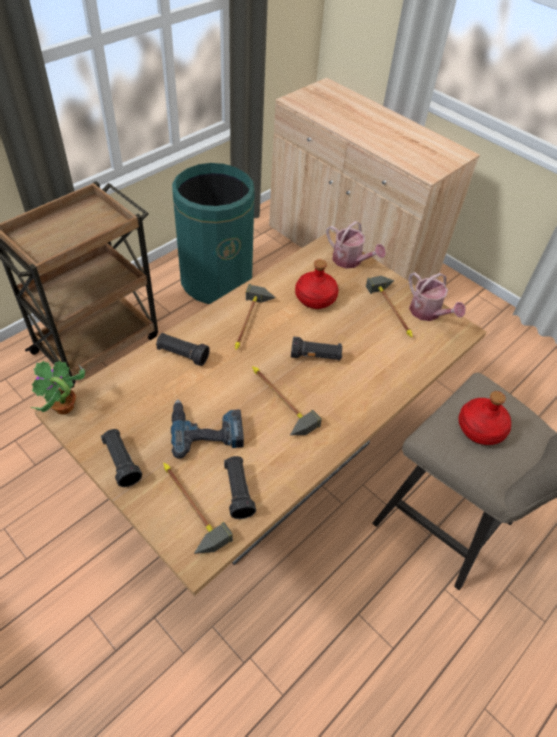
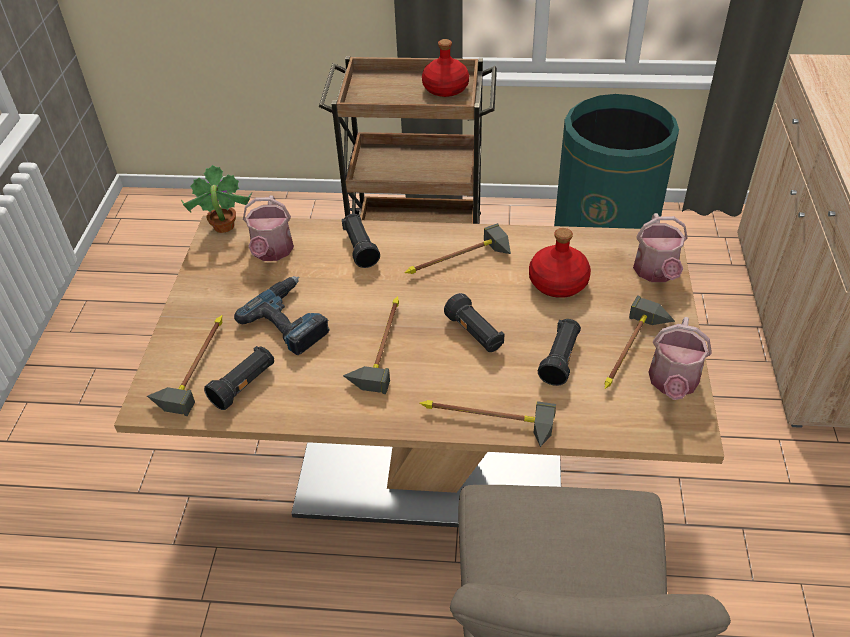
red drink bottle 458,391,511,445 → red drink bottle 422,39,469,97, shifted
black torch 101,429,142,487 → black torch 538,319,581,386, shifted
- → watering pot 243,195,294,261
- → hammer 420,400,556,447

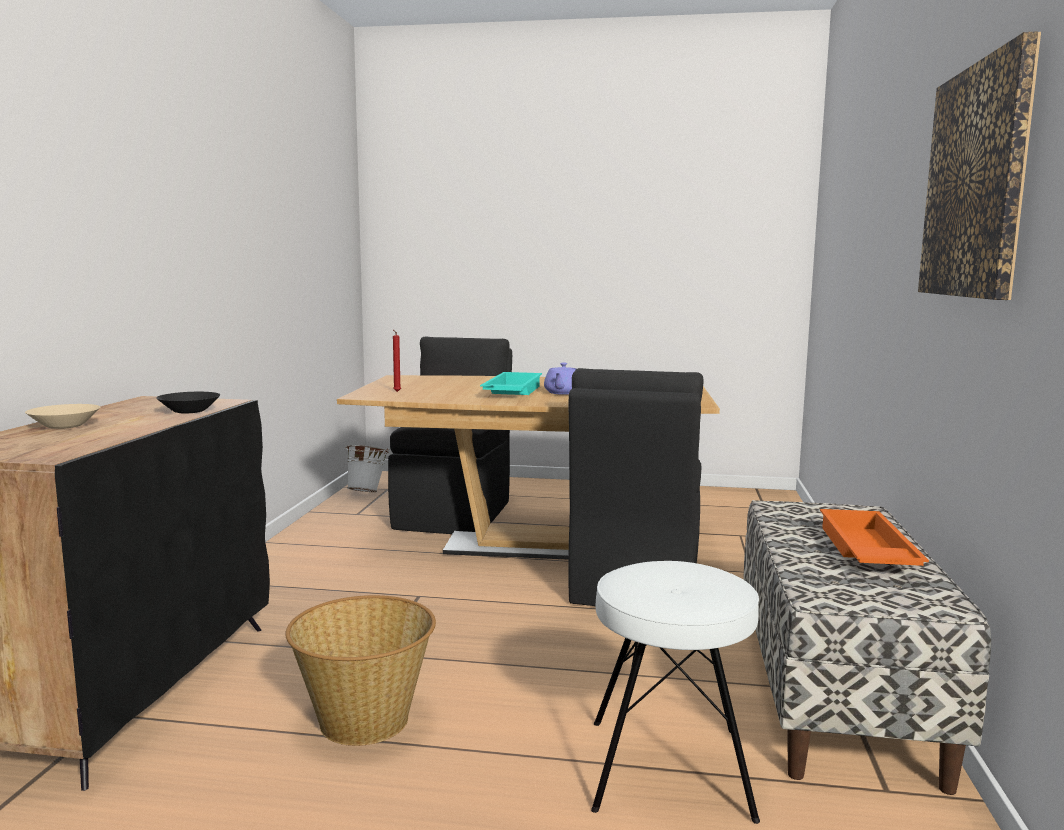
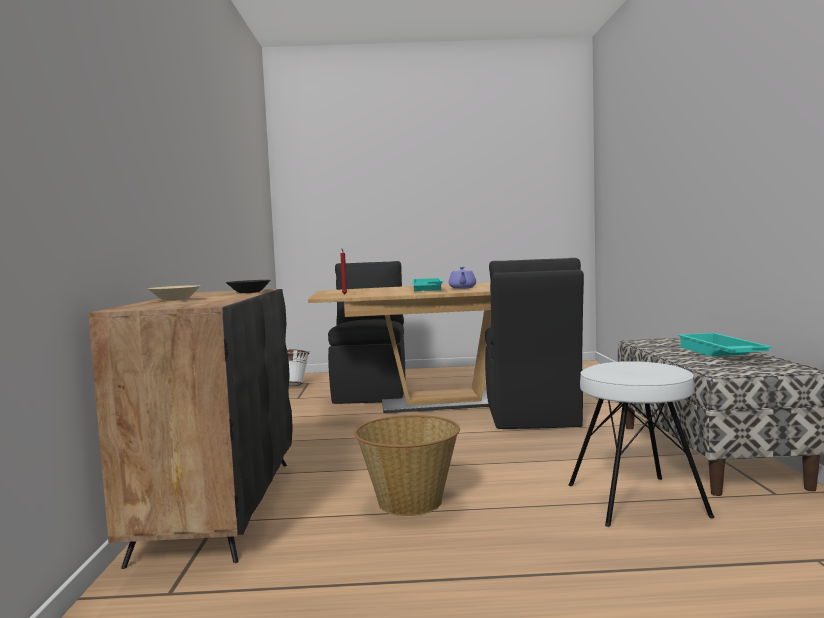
wall picture 918,31,1041,300 → -
orange carrying tray 820,509,929,566 → turquoise-coloured carrying tray 678,333,773,357

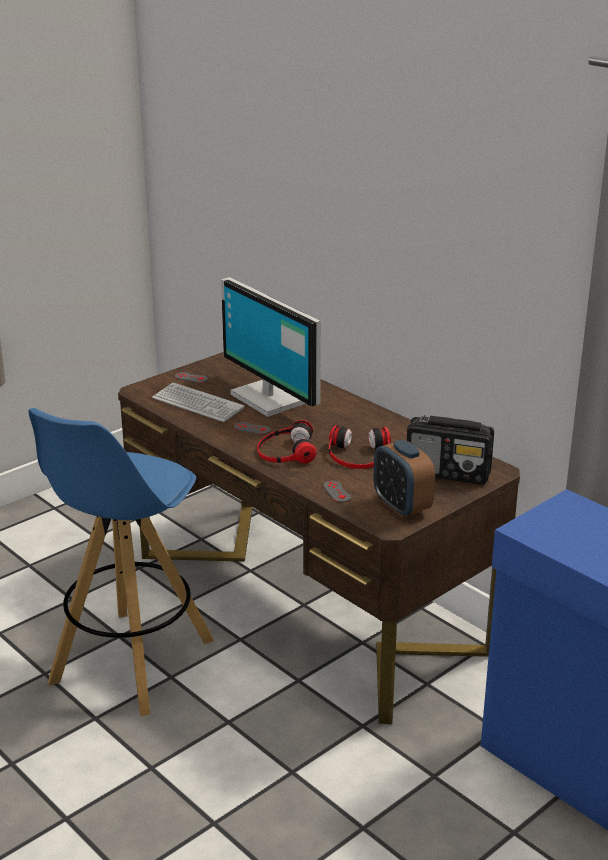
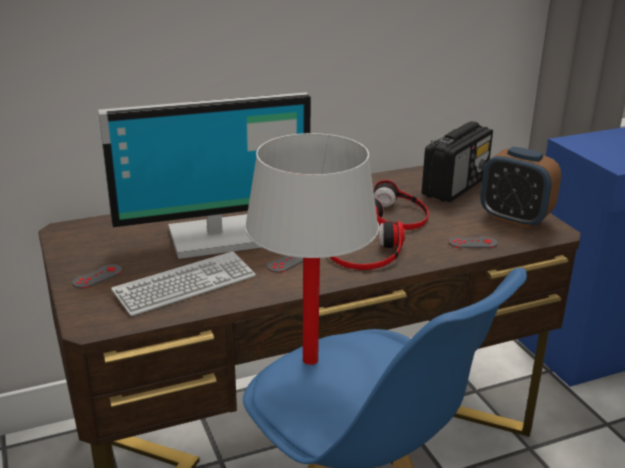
bedside clock 374,440,435,518 → bedside clock 480,147,561,228, 45 degrees clockwise
- → whitish tabletop lamp 245,133,379,365

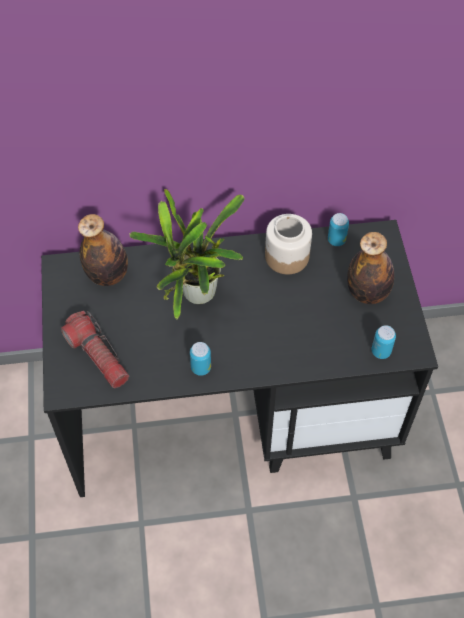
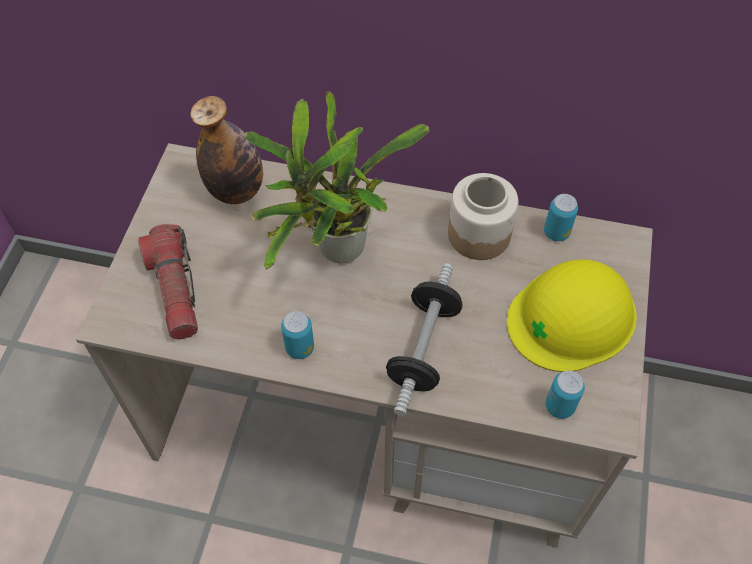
black desk 41,220,438,497 → beige desk 76,143,653,548
drink bottle 347,232,394,304 → yellow-coloured work helmet 507,259,637,372
- → free weight 386,263,463,416

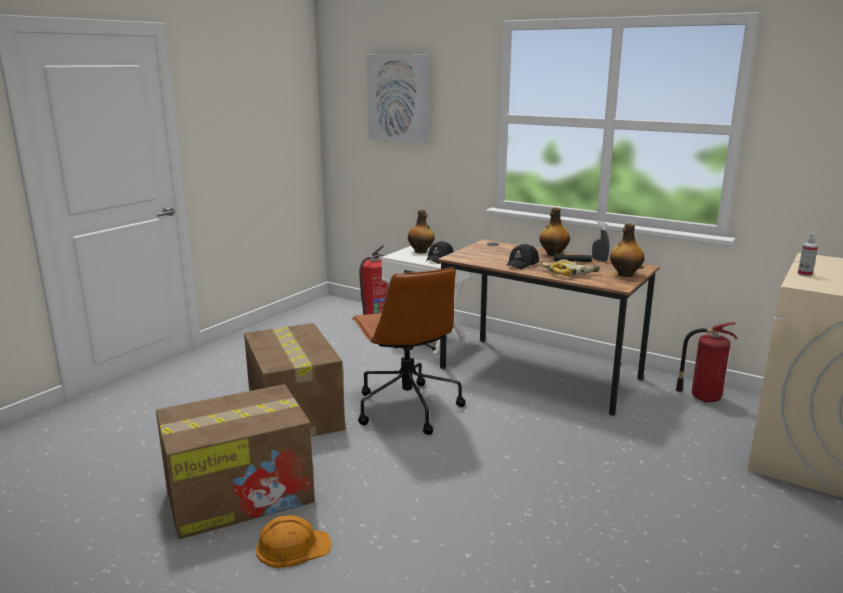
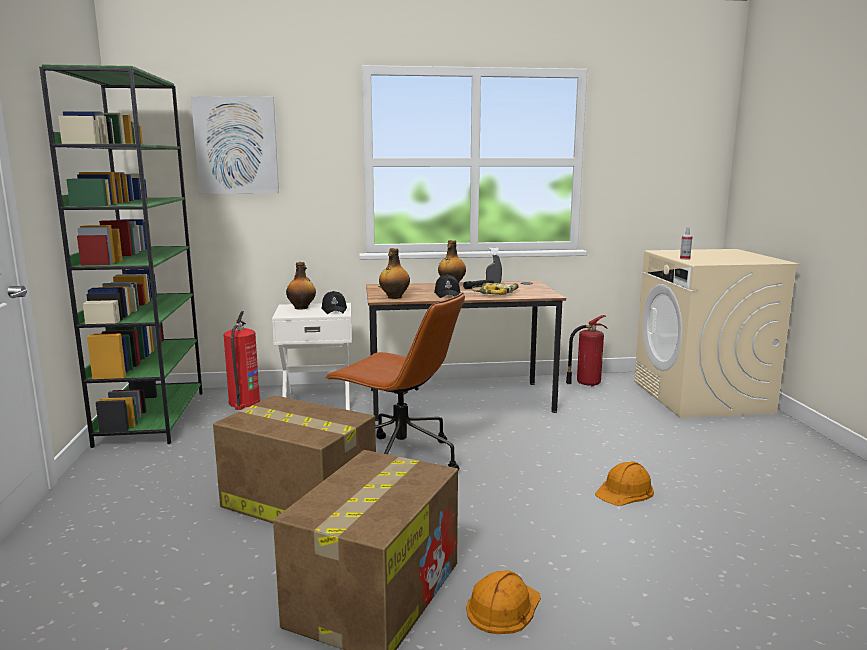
drink bottle 610,223,645,277 → drink bottle 379,248,410,299, shifted
- → greenish shelving unit 39,65,203,448
- → orange work helmet 595,461,654,506

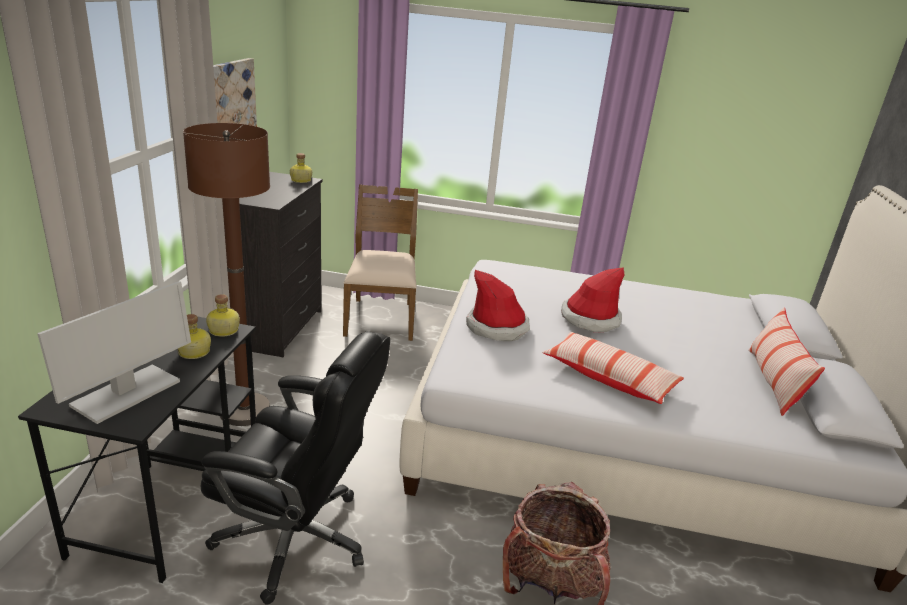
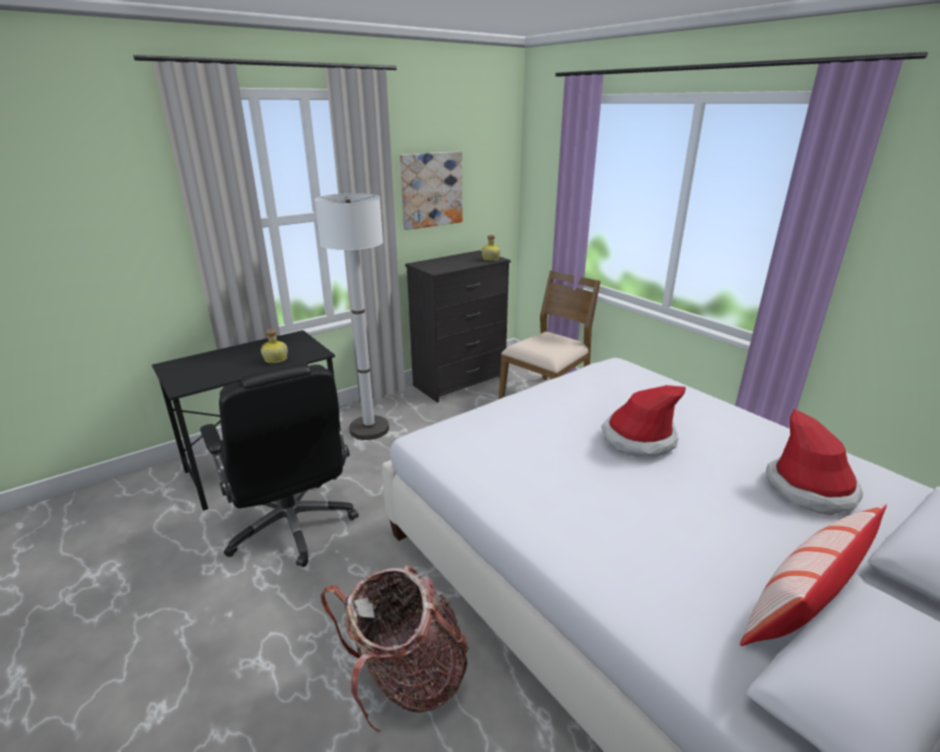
brownish standing lamp 183,123,270,426 → whitish standing lamp 315,193,389,440
hat 466,270,530,341 → hat 766,409,863,515, shifted
computer screen 37,281,191,424 → -
drink bottle 206,294,240,337 → -
pillow 542,332,684,404 → -

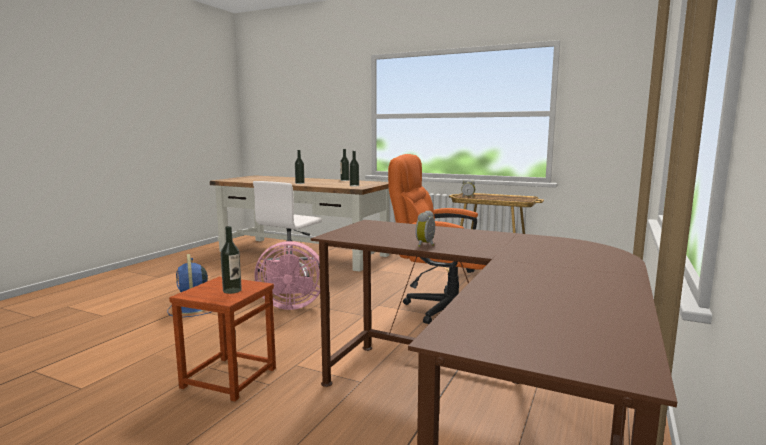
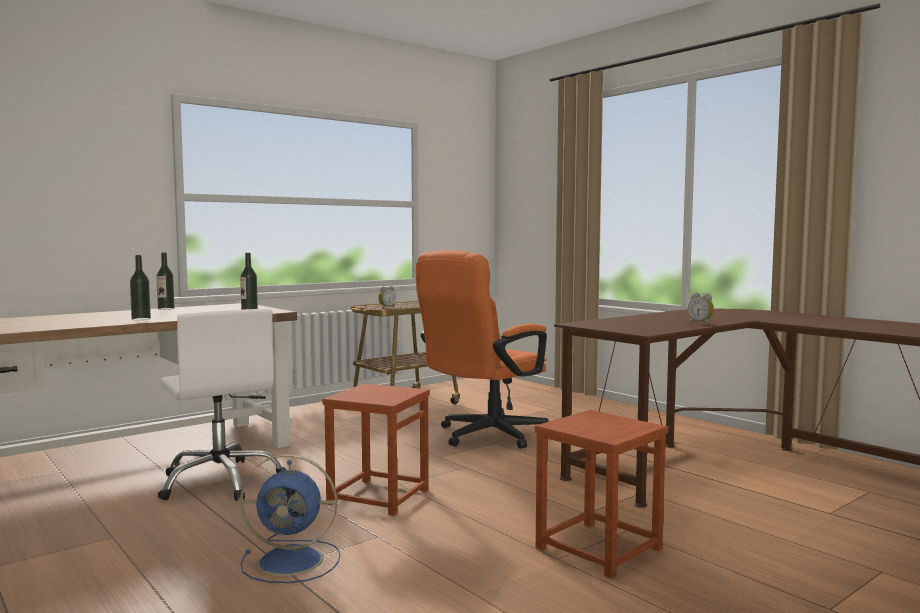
drink bottle 220,226,242,294 → -
pink electric fan 254,241,320,310 → brownish stool 323,383,430,516

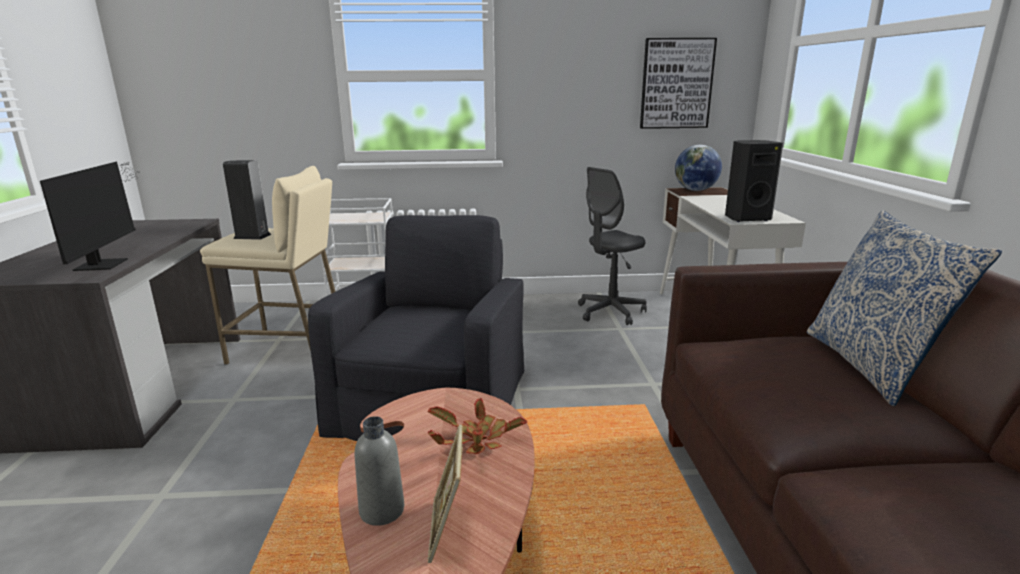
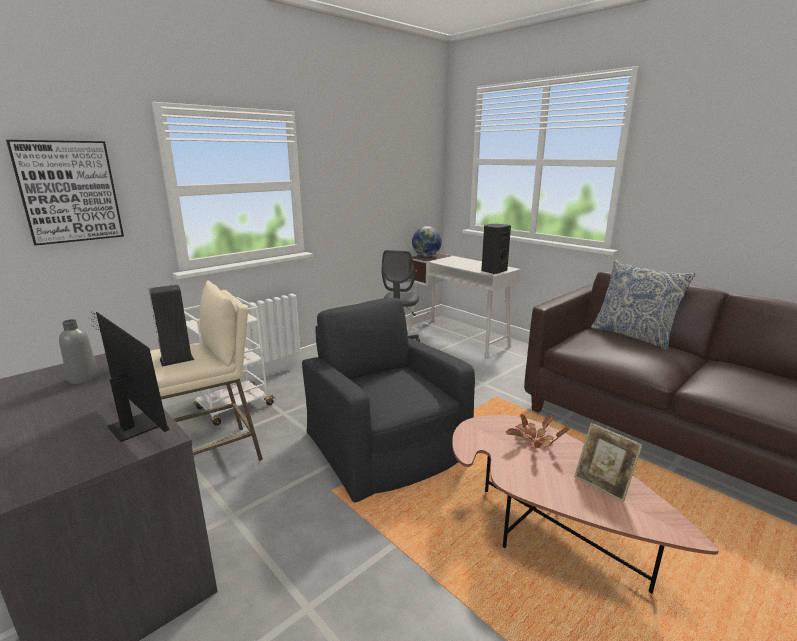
wall picture 640,38,717,129 → wall picture 6,140,124,246, shifted
grey drink bottle 355,416,404,526 → grey drink bottle 59,319,99,384, shifted

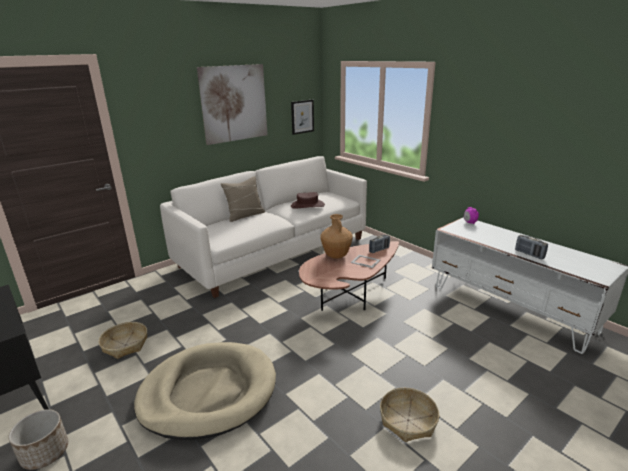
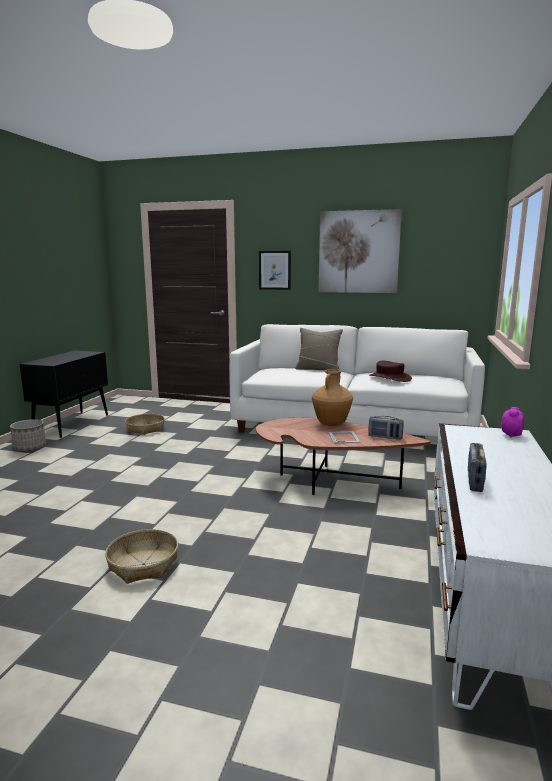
wall picture 291,100,314,135 → wall picture 259,251,291,290, shifted
beige dog cushion 134,342,276,440 → -

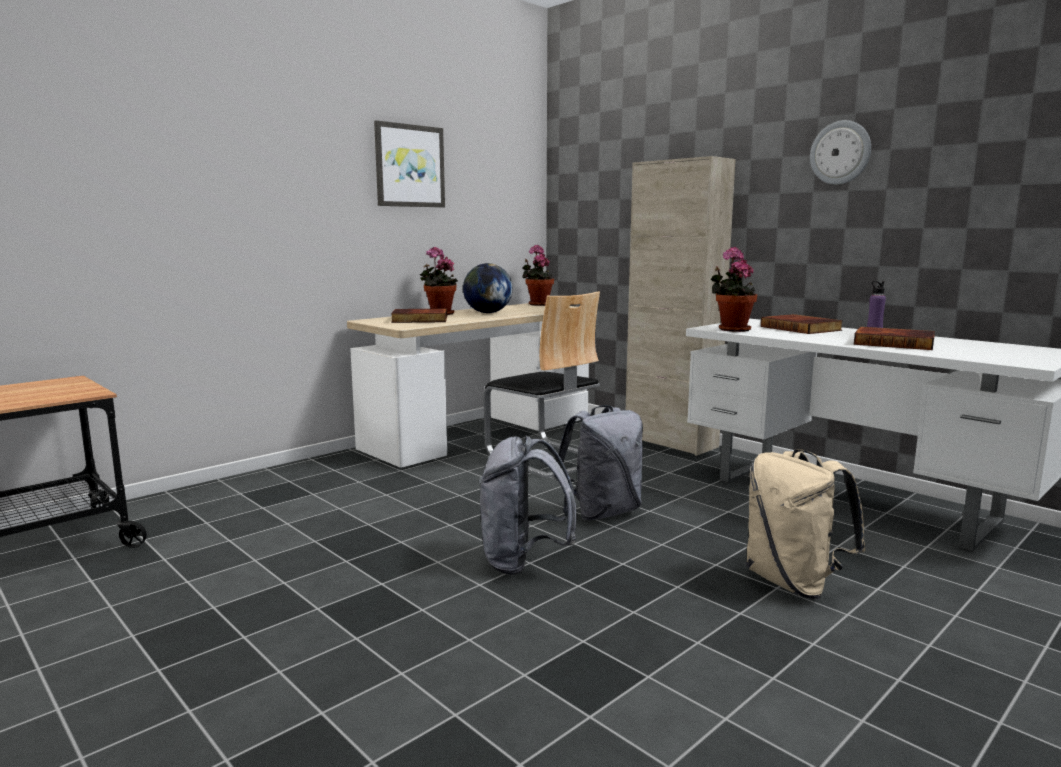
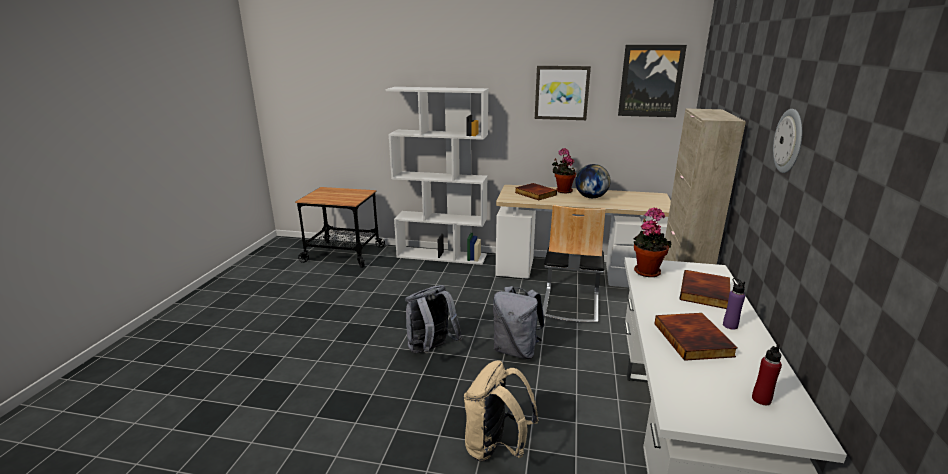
potted plant 523,245,554,306 → -
- → wall picture 618,45,687,117
- → whitish shelving unit 386,87,489,265
- → red drink bottle 752,344,782,405

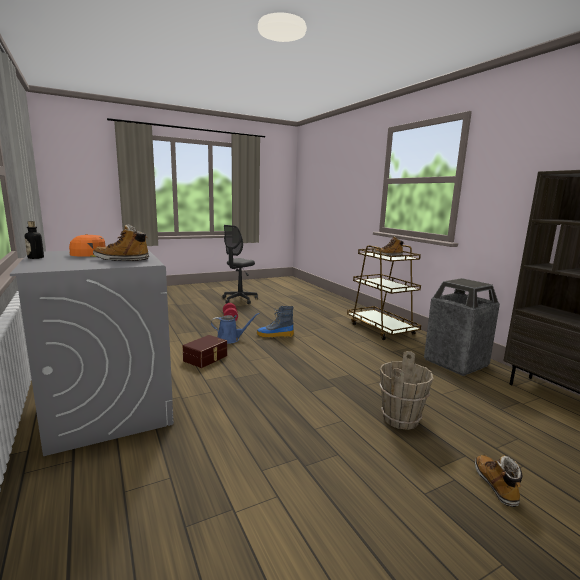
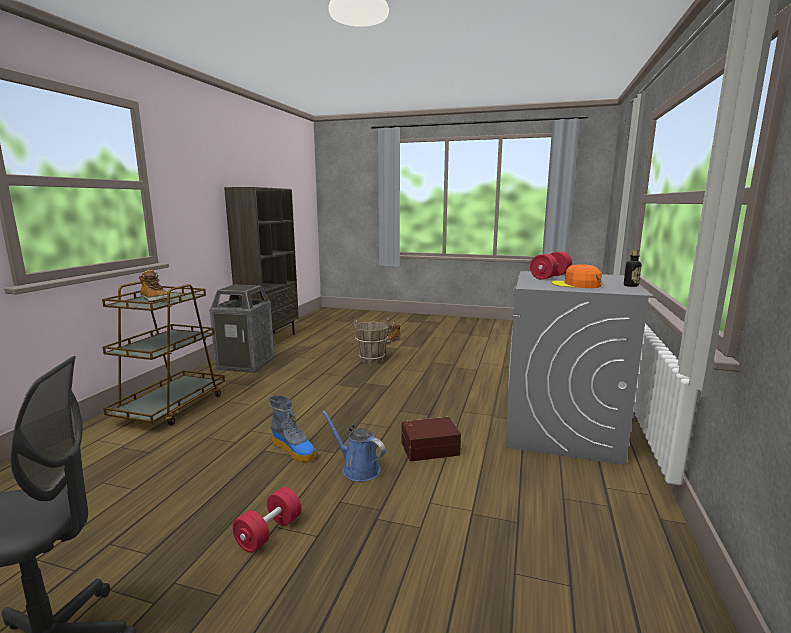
boot 93,224,149,261 → red free weight 530,251,572,280

